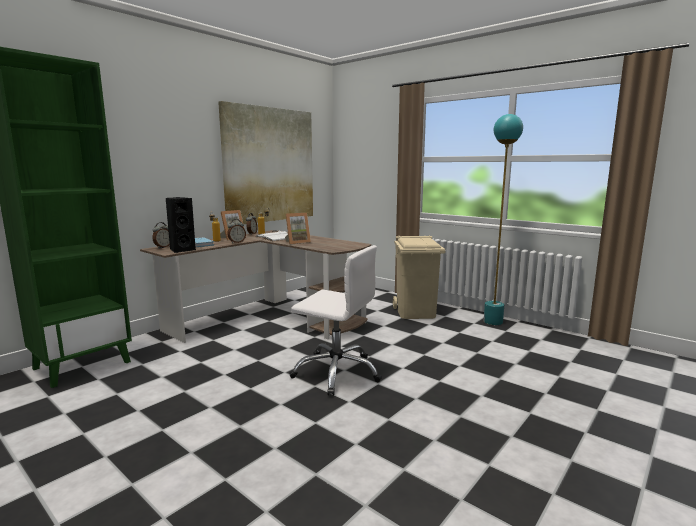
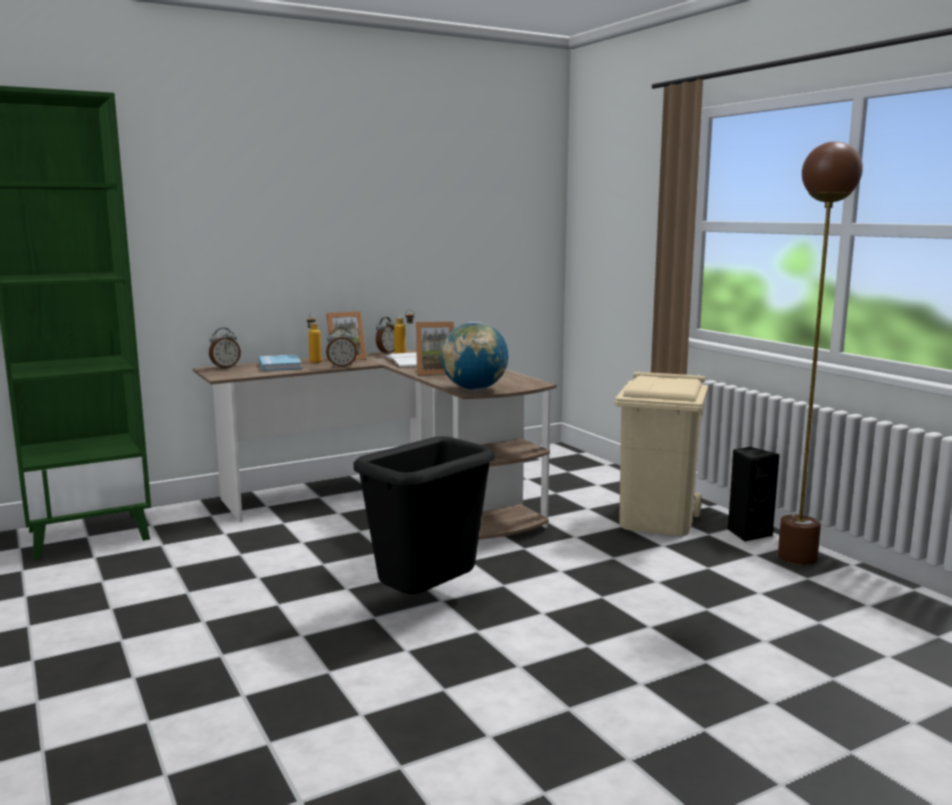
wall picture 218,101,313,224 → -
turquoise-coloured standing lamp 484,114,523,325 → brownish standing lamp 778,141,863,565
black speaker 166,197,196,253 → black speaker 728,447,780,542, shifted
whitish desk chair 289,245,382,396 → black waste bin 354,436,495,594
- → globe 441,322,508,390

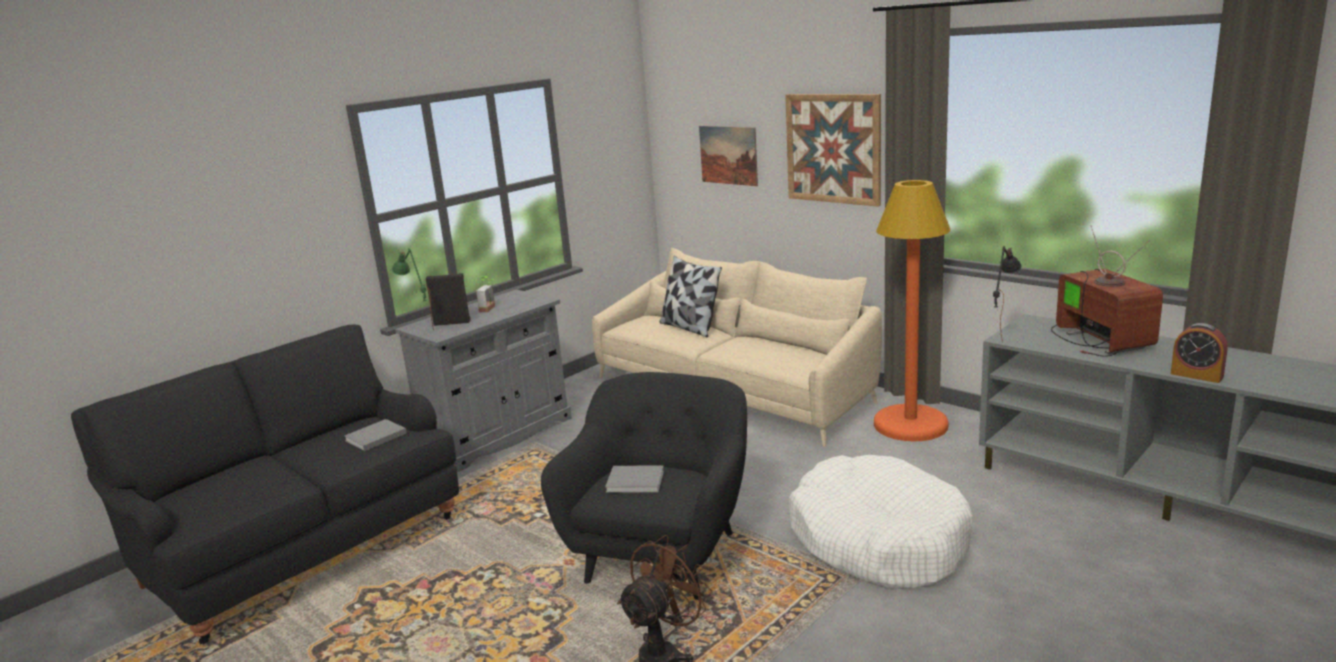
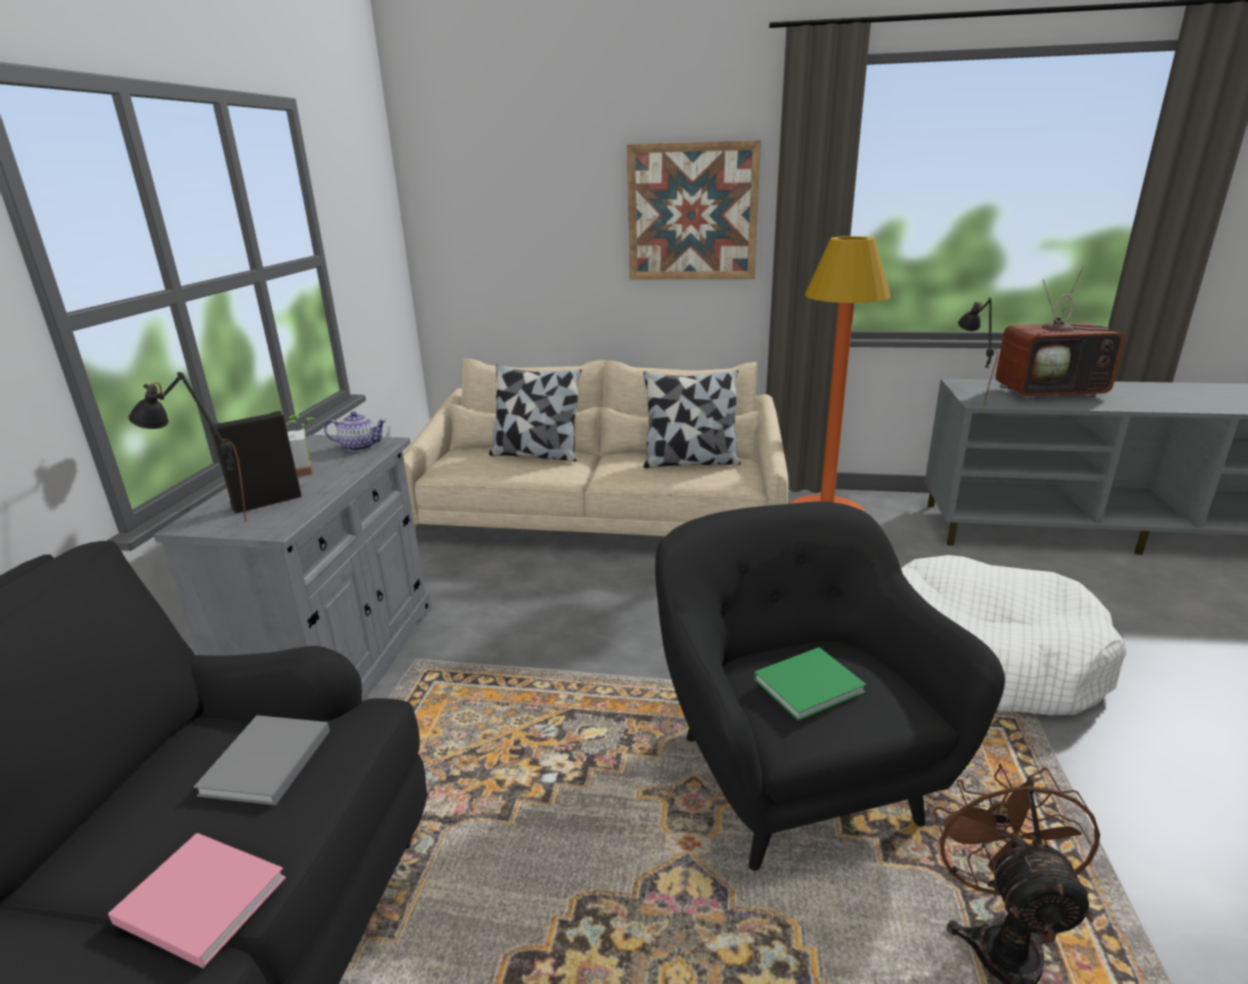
wall picture 699,126,758,186 → -
TV set 1051,225,1163,357 → TV set 996,266,1125,400, 135 degrees clockwise
greenish tabletop lamp 392,248,434,330 → black tabletop lamp 129,372,246,521
bedside clock 1171,323,1228,383 → -
grey book 605,465,664,493 → greenish book 754,647,867,721
- → pillow 643,370,741,468
- → pot for tea 324,411,387,452
- → pink book 108,833,286,968

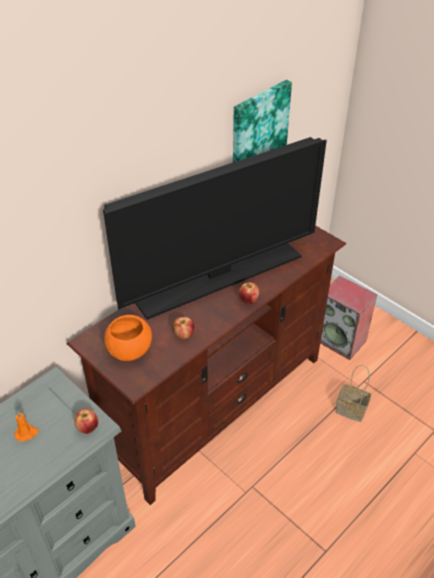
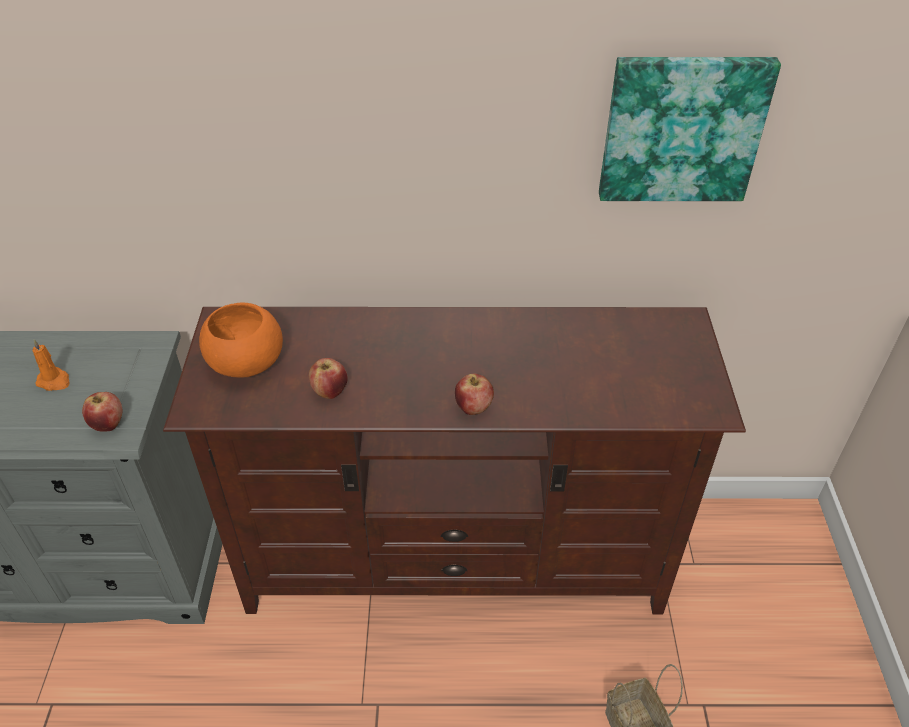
TV set 103,137,327,320 → -
speaker 320,276,377,360 → -

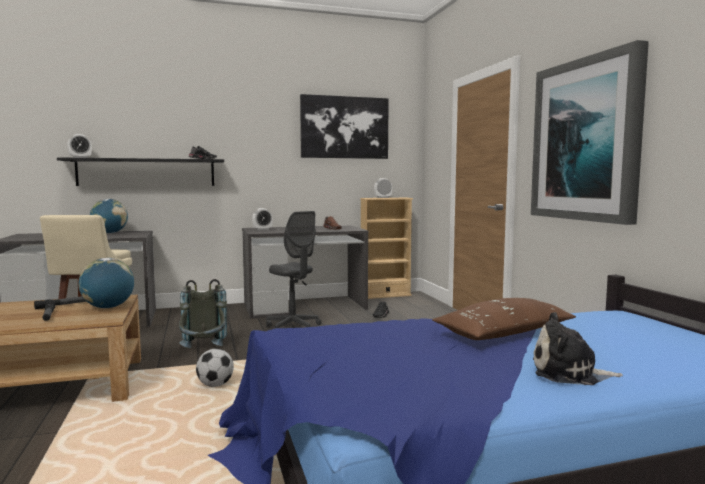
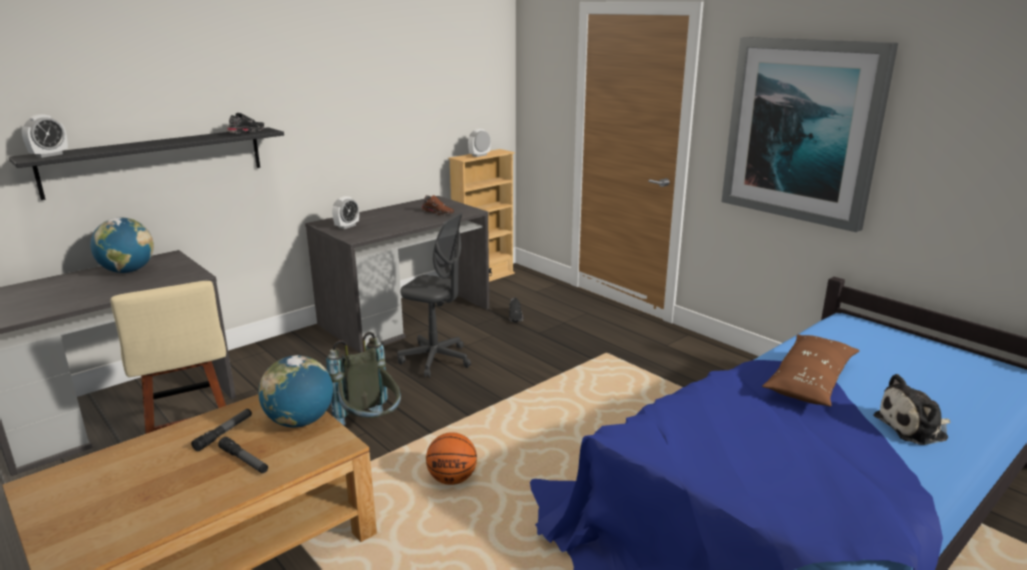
wall picture 300,94,389,159 → -
football ball 196,349,234,387 → basketball 426,432,477,485

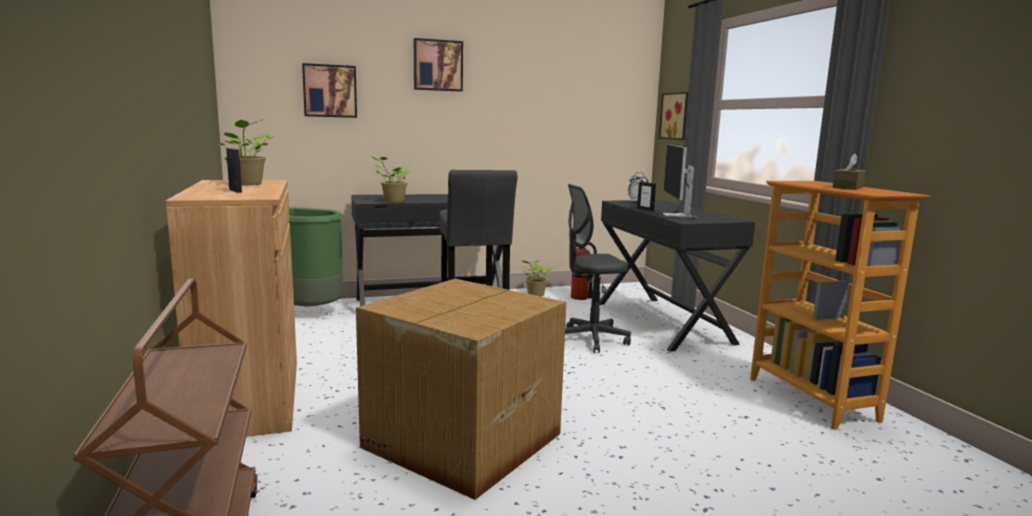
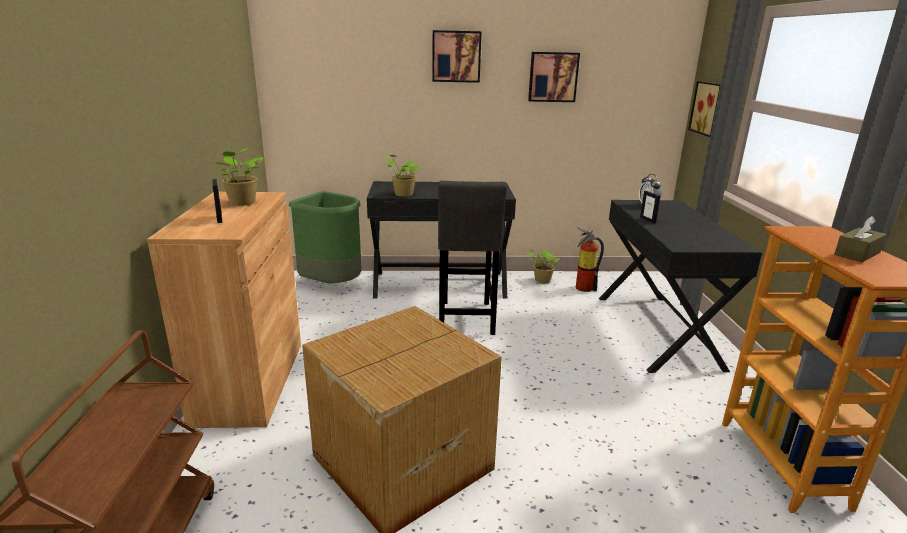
wall picture 302,63,357,118 → wall picture 528,52,580,102, shifted
computer screen 663,145,697,219 → -
grey desk chair 565,184,631,353 → -

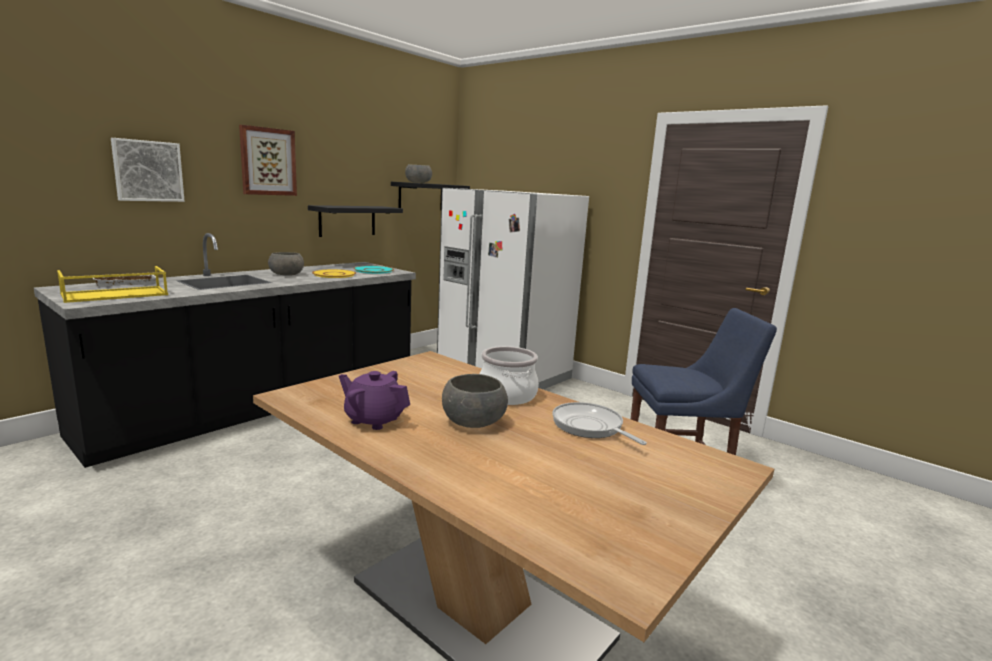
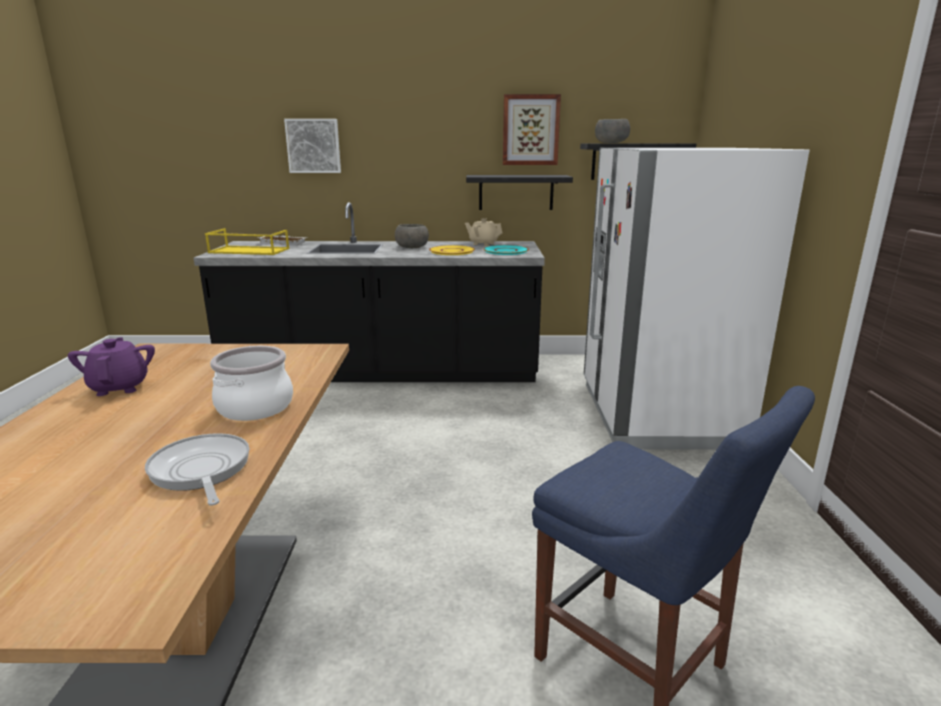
wall picture 239,125,297,196 → wall picture 503,94,561,165, shifted
grey deep dish 442,374,508,428 → -
frying pan 552,402,647,445 → frying pan 145,433,249,505, 45 degrees counterclockwise
- → beige pot for tea 465,218,503,246

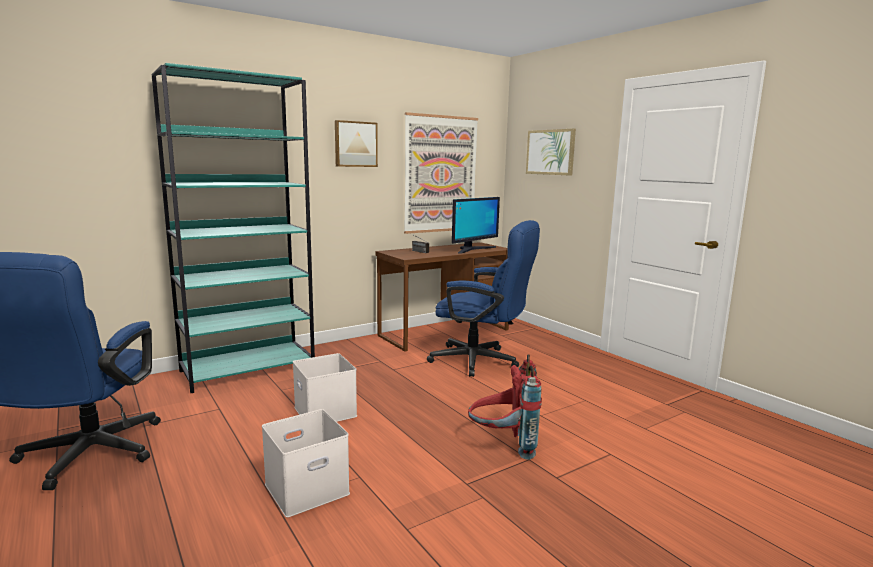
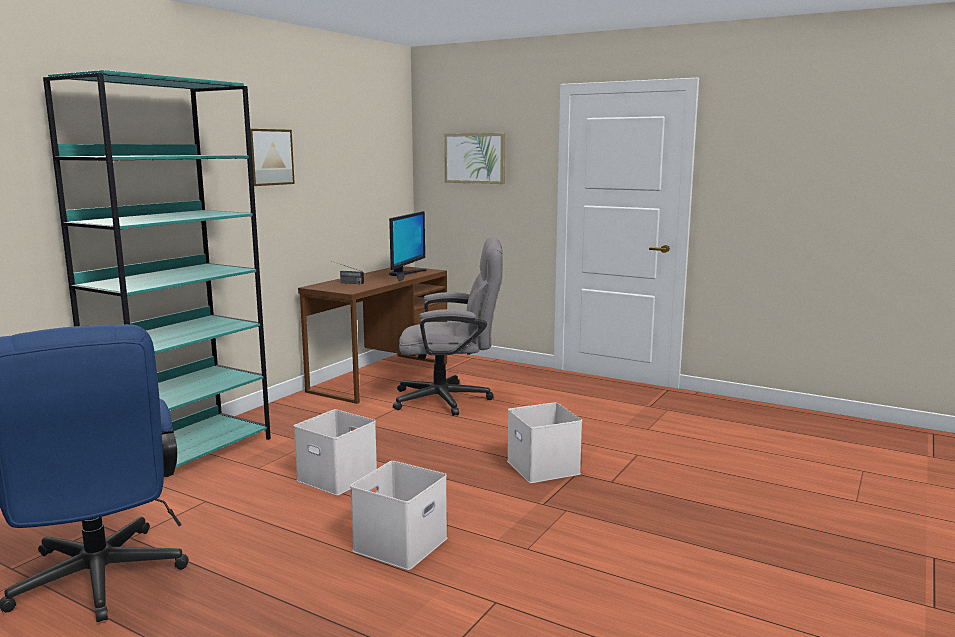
wall picture 404,112,478,234 → -
blue-coloured desk chair 427,220,540,377 → grey desk chair 393,237,503,416
red rucksack 468,354,542,460 → whitish storage bin 507,402,582,483

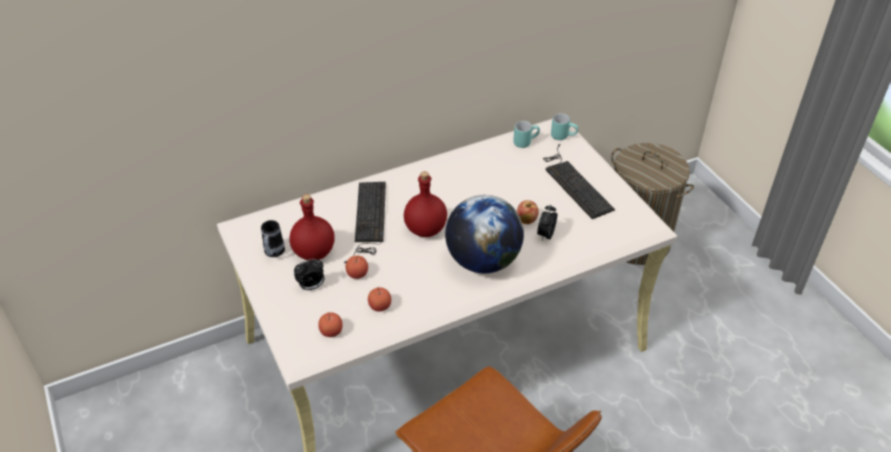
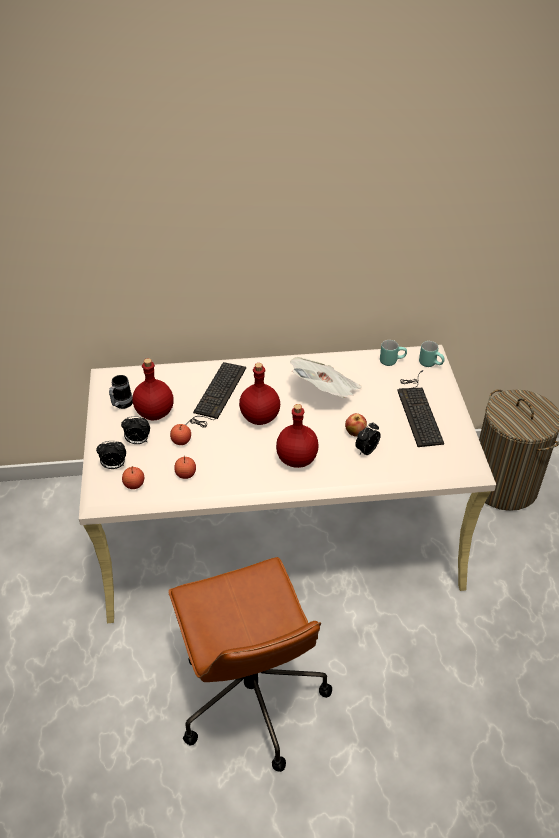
globe 445,195,524,273 → red drink bottle 276,404,319,468
- → daily paper 290,357,362,398
- → bedside clock 96,441,126,469

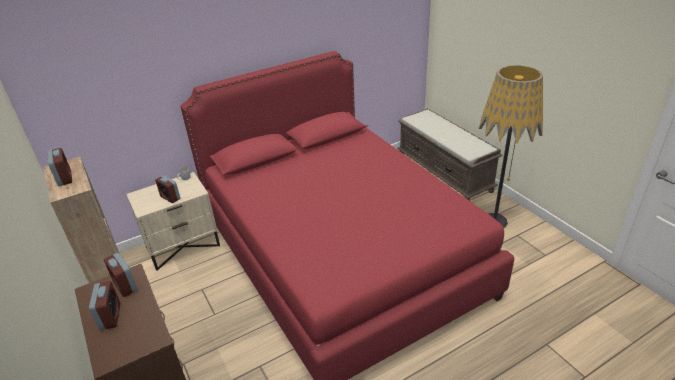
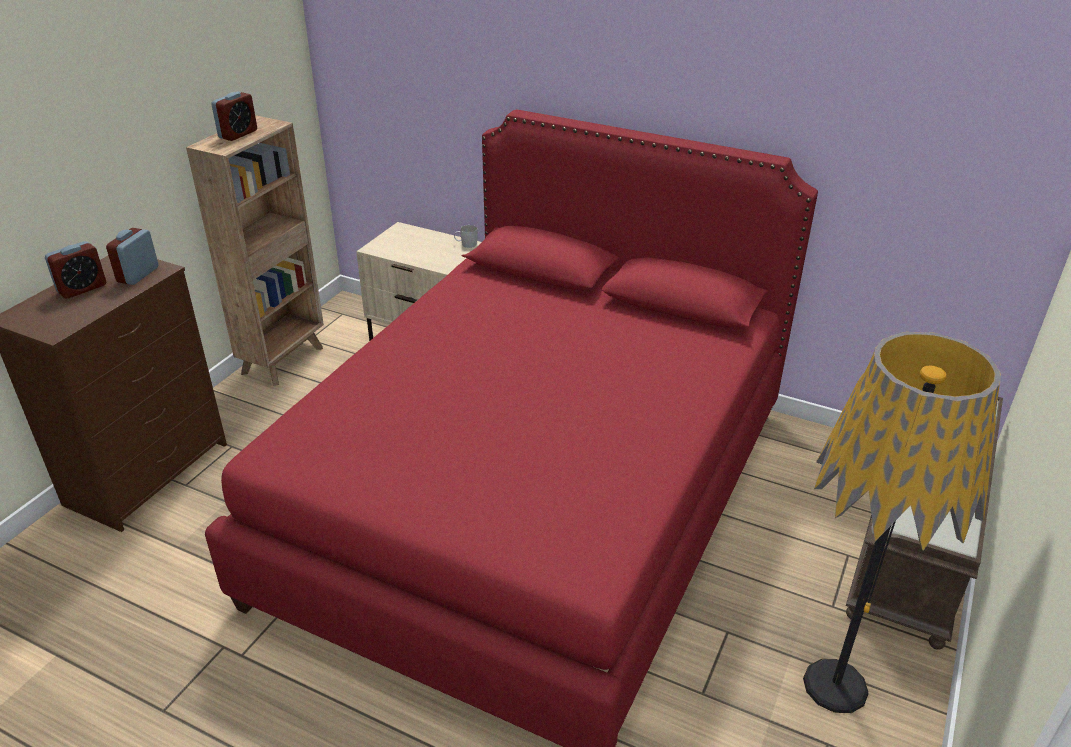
bedside clock 155,175,180,203 → -

